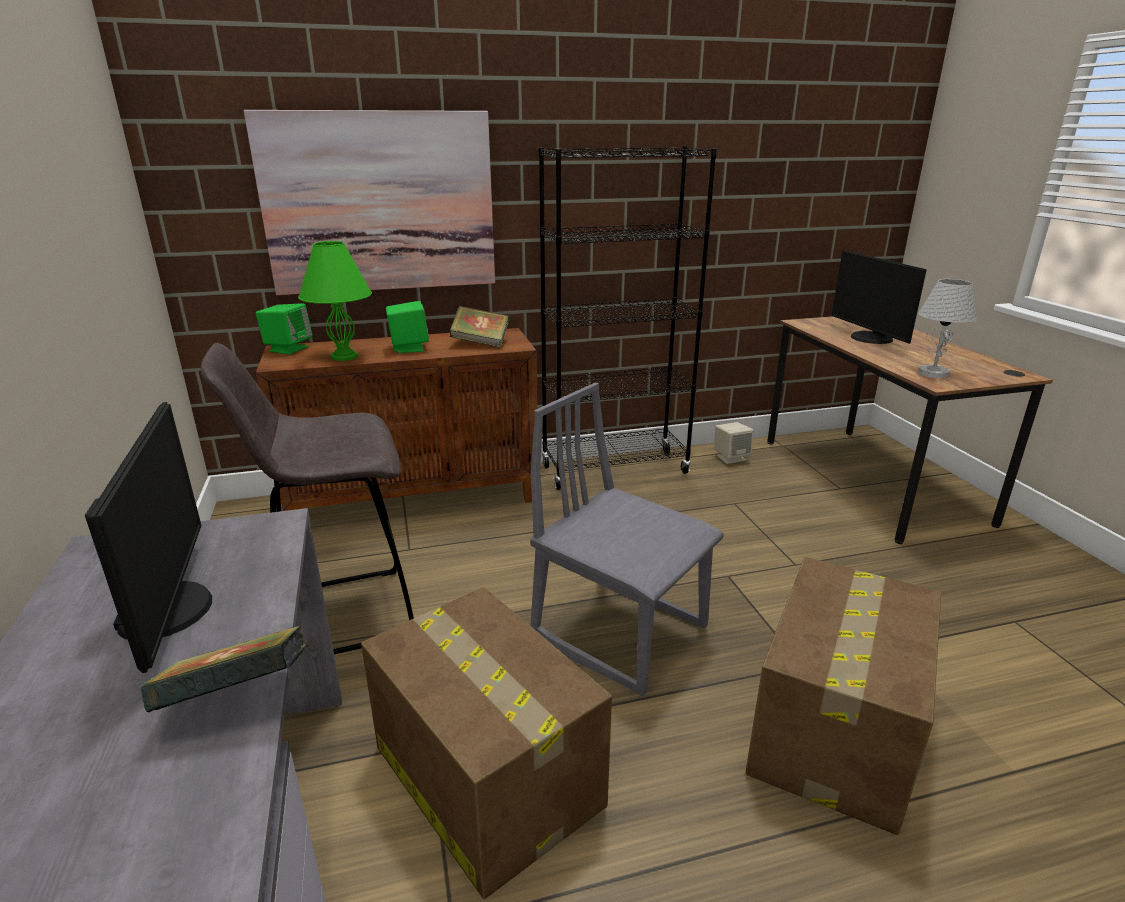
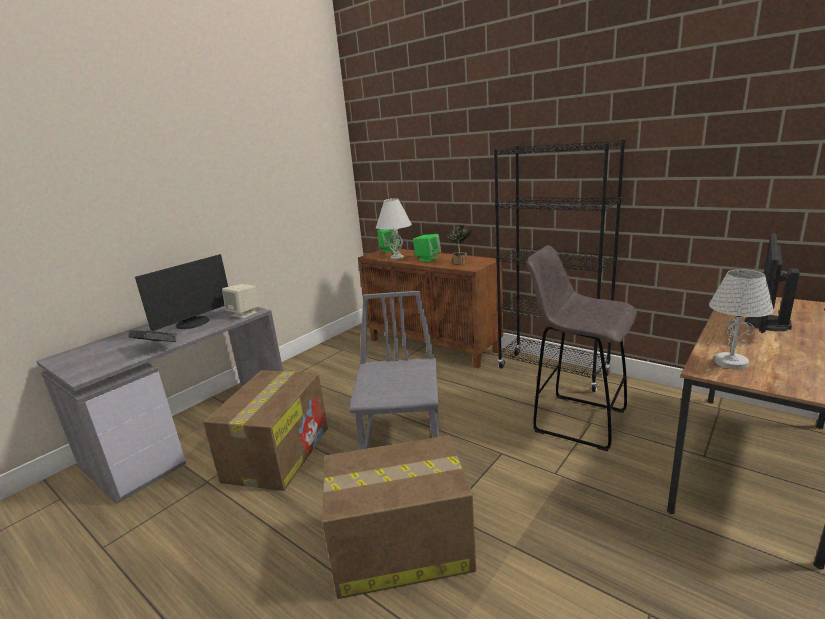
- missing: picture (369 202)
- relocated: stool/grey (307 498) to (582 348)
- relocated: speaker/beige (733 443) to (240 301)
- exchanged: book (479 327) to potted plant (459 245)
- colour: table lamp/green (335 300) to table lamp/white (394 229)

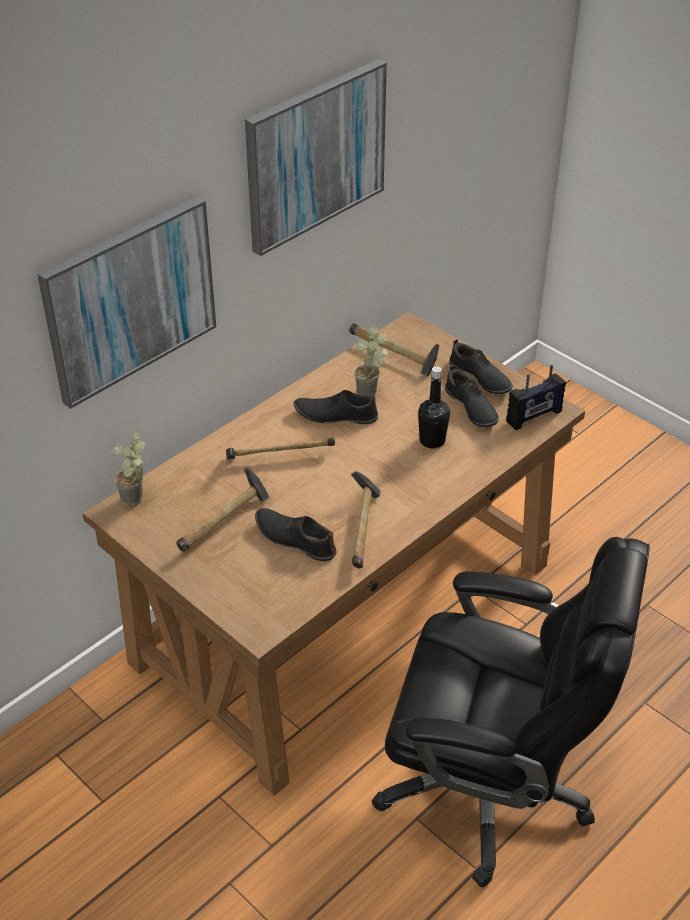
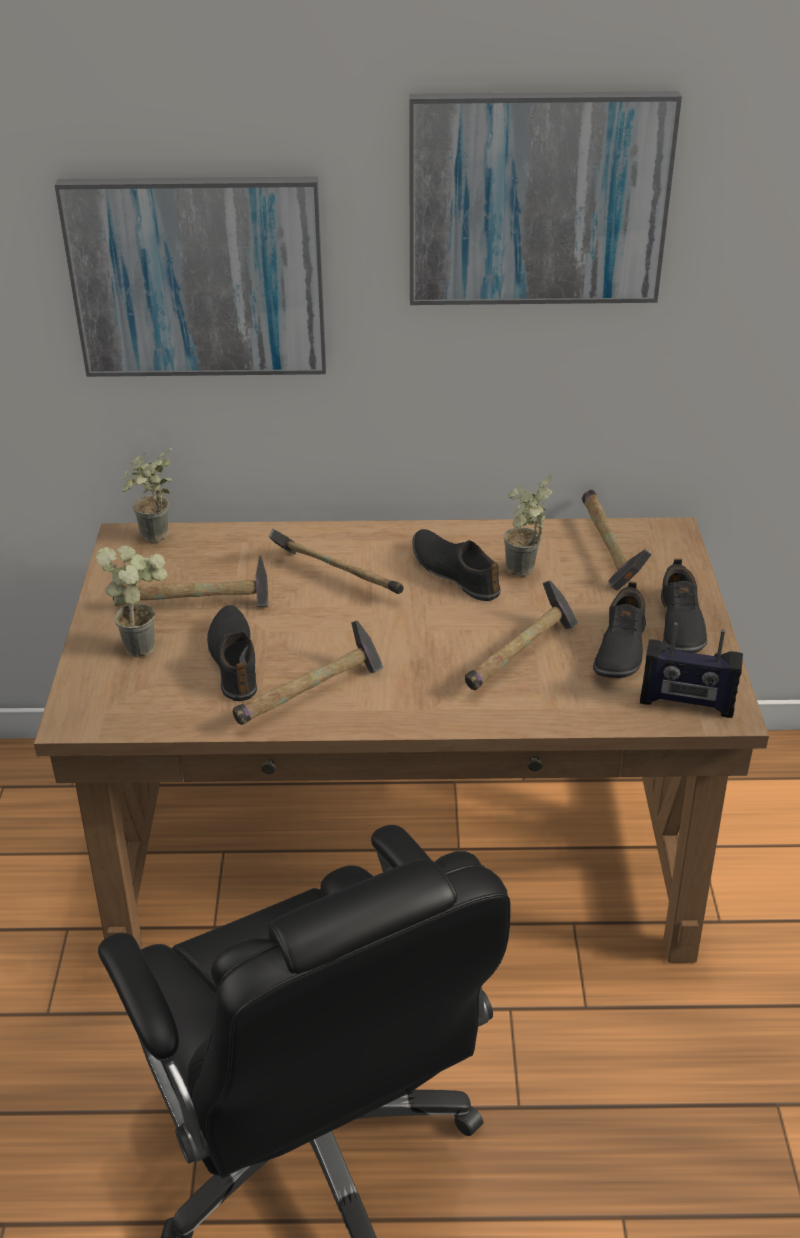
- appeared: potted plant (132 601)
- exchanged: bottle/black (434 407) to hammer (521 635)

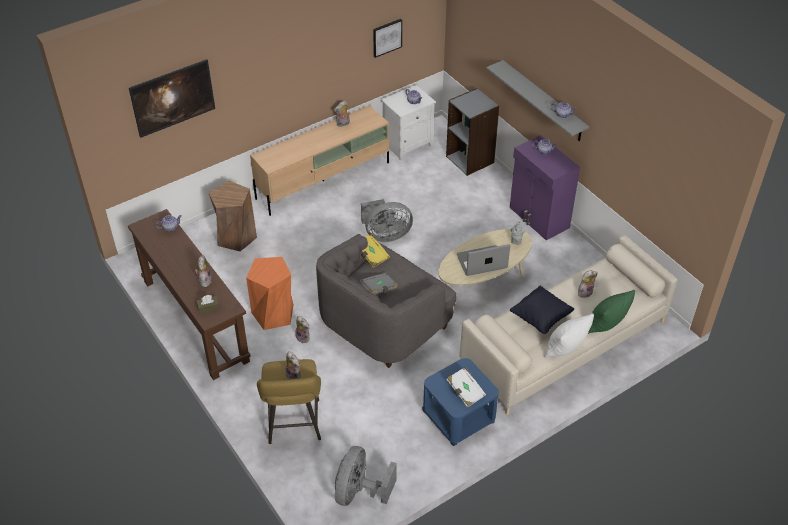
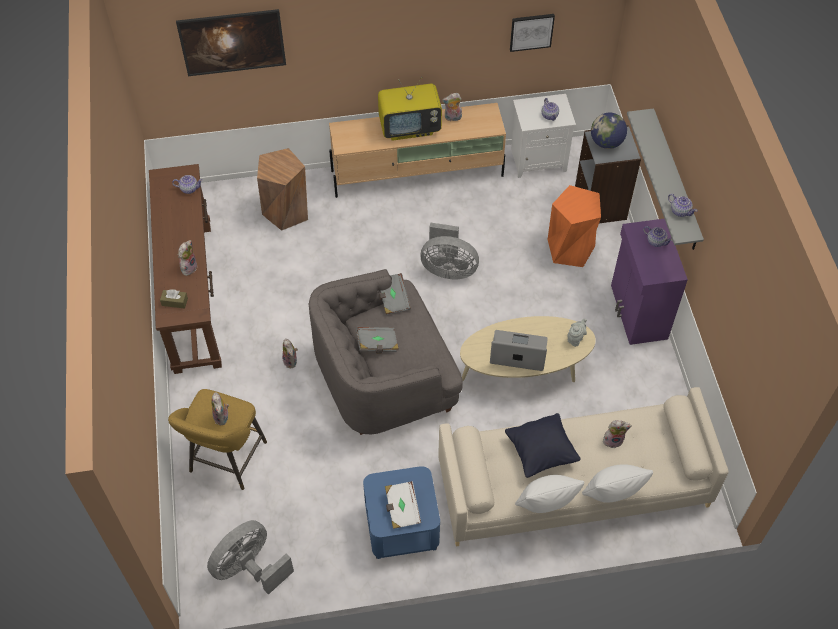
- appeared: television (410 109)
- appeared: globe (609 131)
- relocated: stool/orange (270 293) to (574 226)
- colour: book/yellow (375 251) to book/grey (395 294)
- colour: pillow/green (611 312) to pillow/white (617 483)

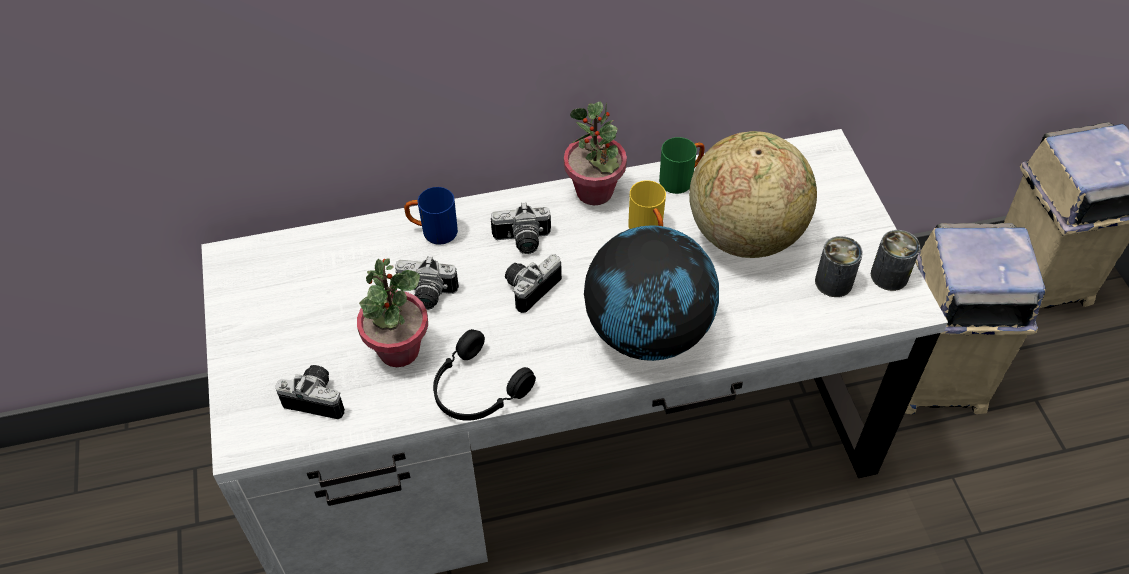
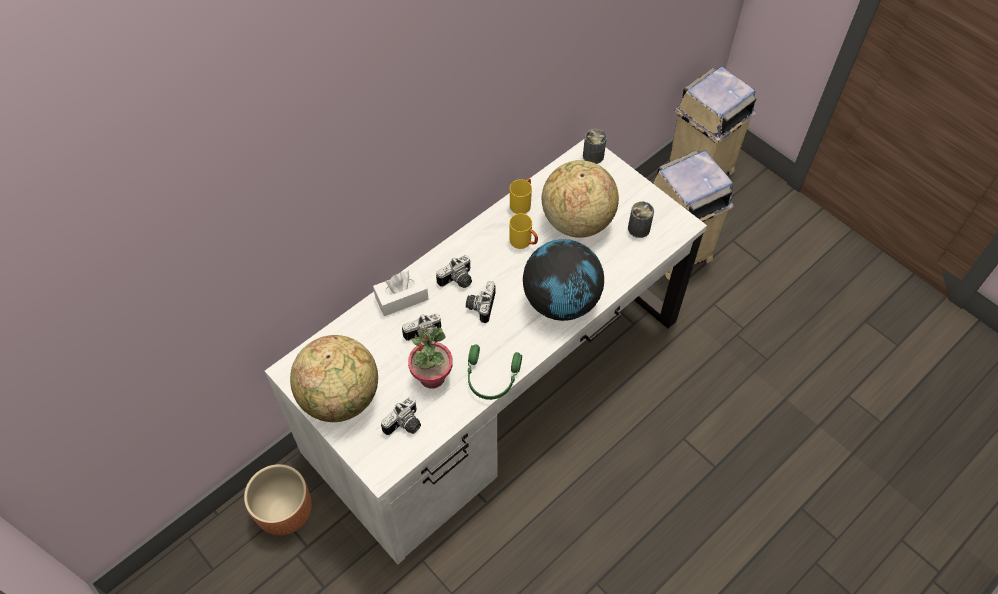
- missing: potted plant (595 153)
- appeared: planter/brown (278 499)
- appeared: globe (334 378)
- relocated: can (895 260) to (595 146)
- exchanged: mug/blue (431 216) to tissue box/white (400 292)
- colour: headphones/black (484 375) to headphones/green (495 372)
- colour: mug/green (682 165) to mug/yellow (521 196)
- spun: photo camera (310 392) = (401 416) 150 degrees clockwise

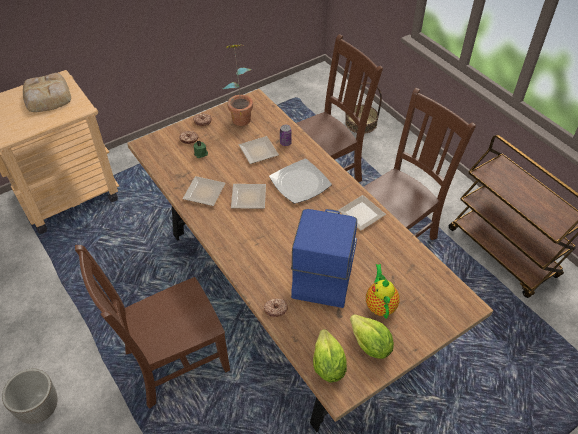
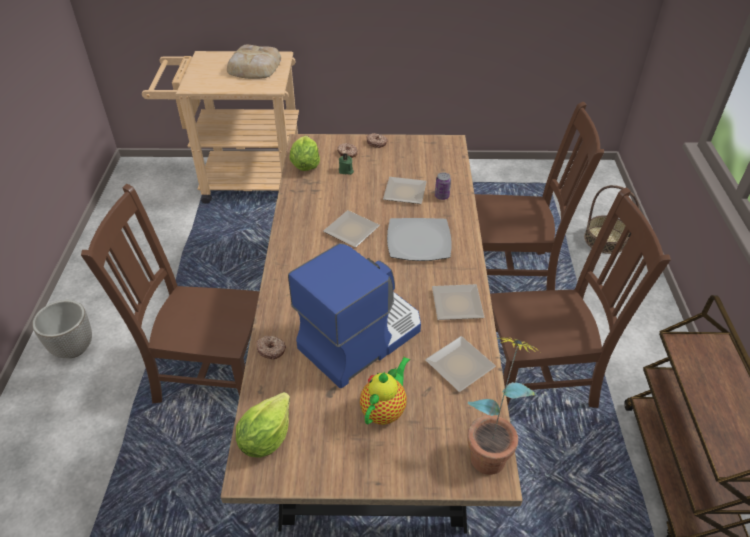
- relocated: plate (204 191) to (460 364)
- relocated: potted plant (237 85) to (504 406)
- relocated: lettuce (372 336) to (305 153)

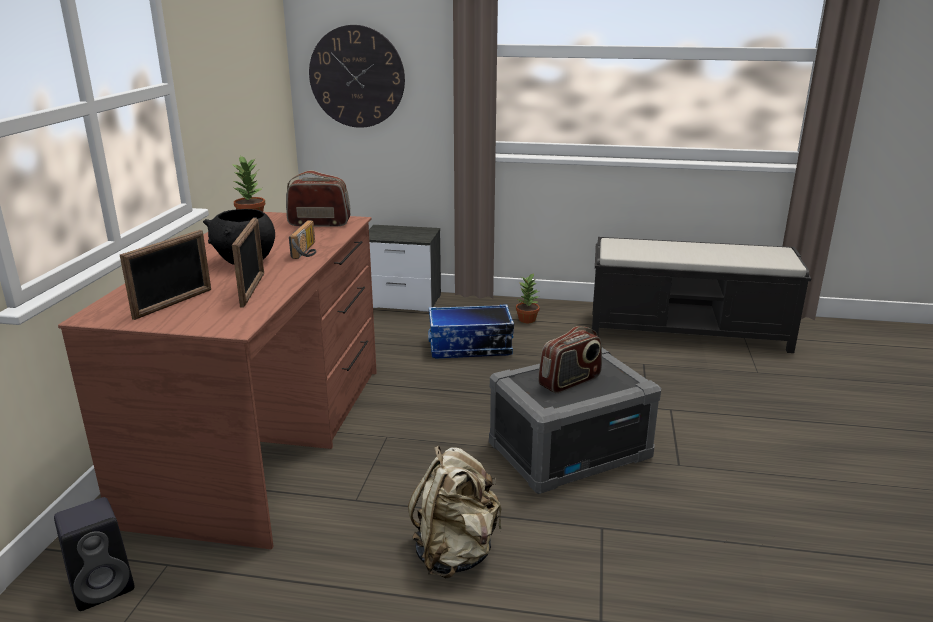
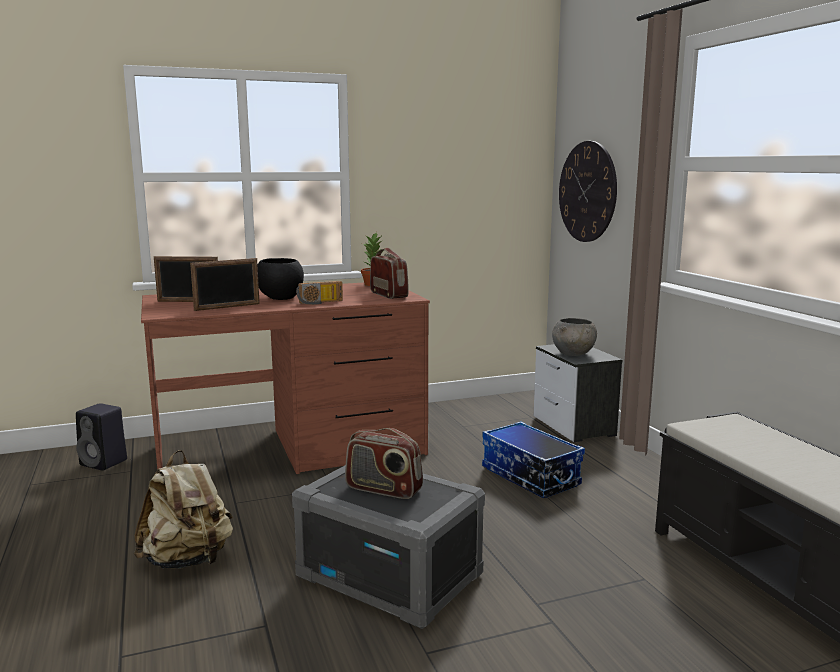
- missing: potted plant (528 298)
- appeared: bowl/grey (574 337)

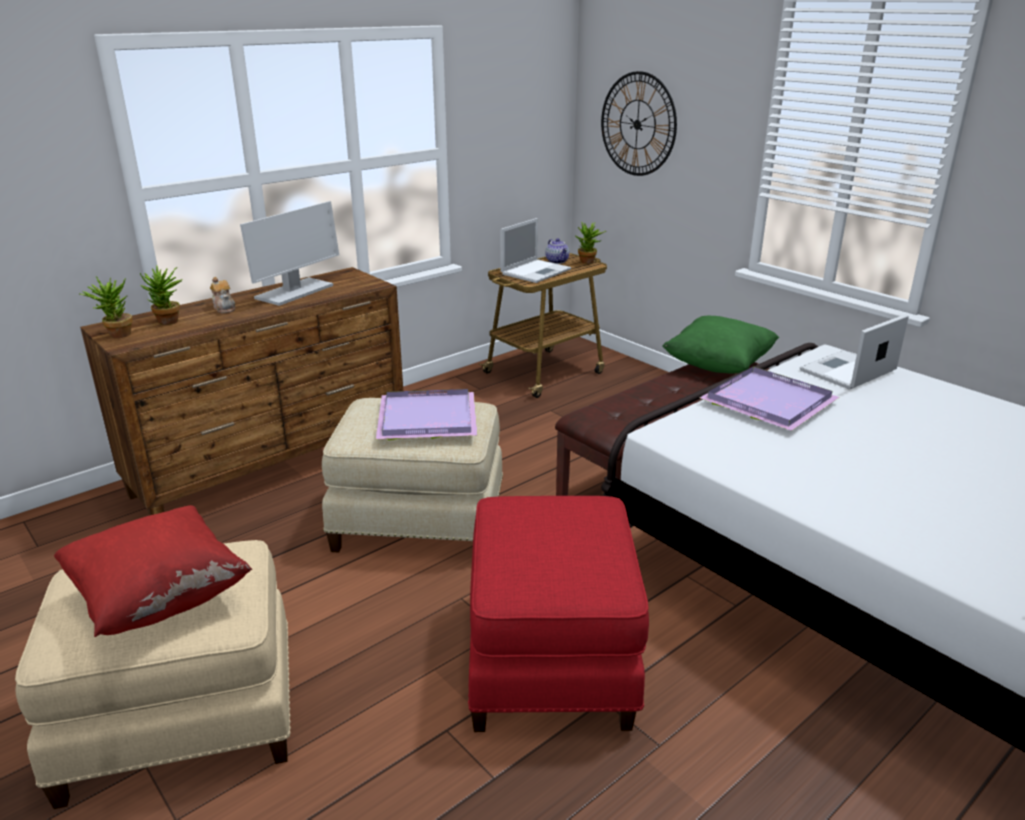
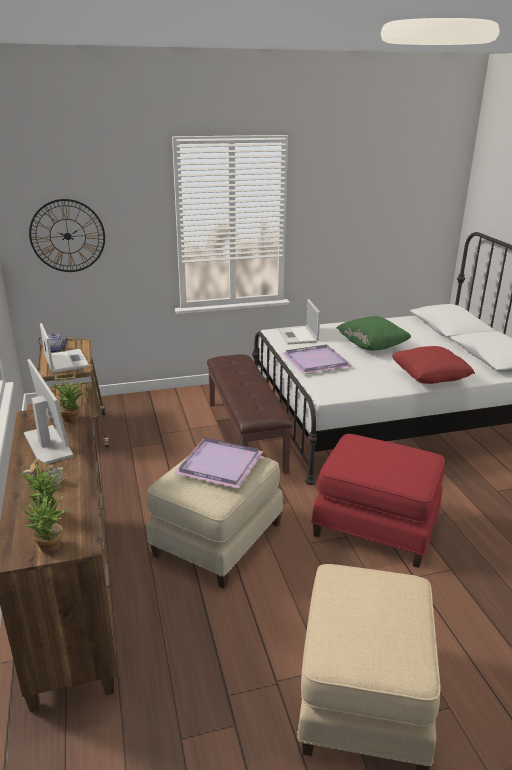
- relocated: pillow/red (153 571) to (433 365)
- relocated: potted plant (590 242) to (70 400)
- relocated: pillow/green (720 345) to (374 333)

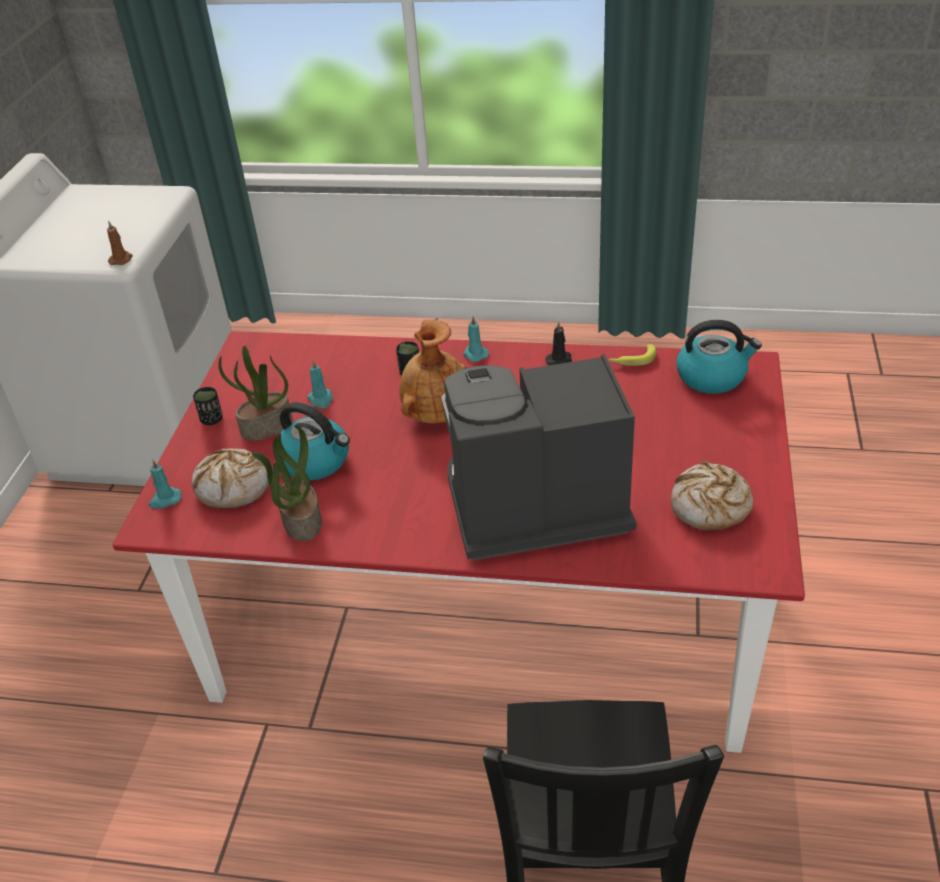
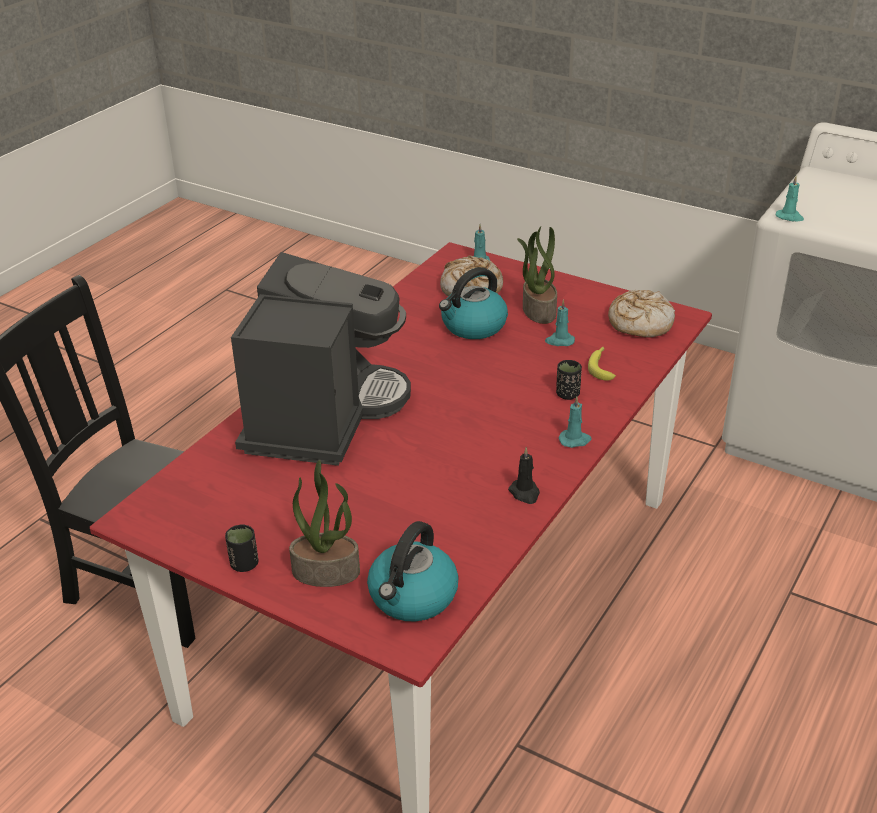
- missing: vase/brown (433 371)
- relocated: cup/black (208 406) to (241 548)
- relocated: potted plant (287 483) to (324 523)
- relocated: banana (632 355) to (602 363)
- relocated: bread (712 495) to (641 314)
- colour: candle/brown (120 242) to candle/turquoise (790 198)

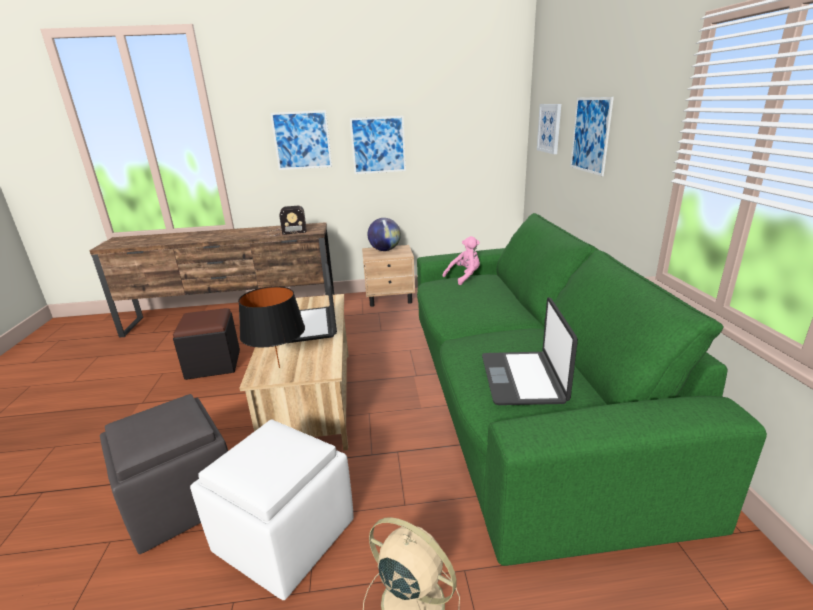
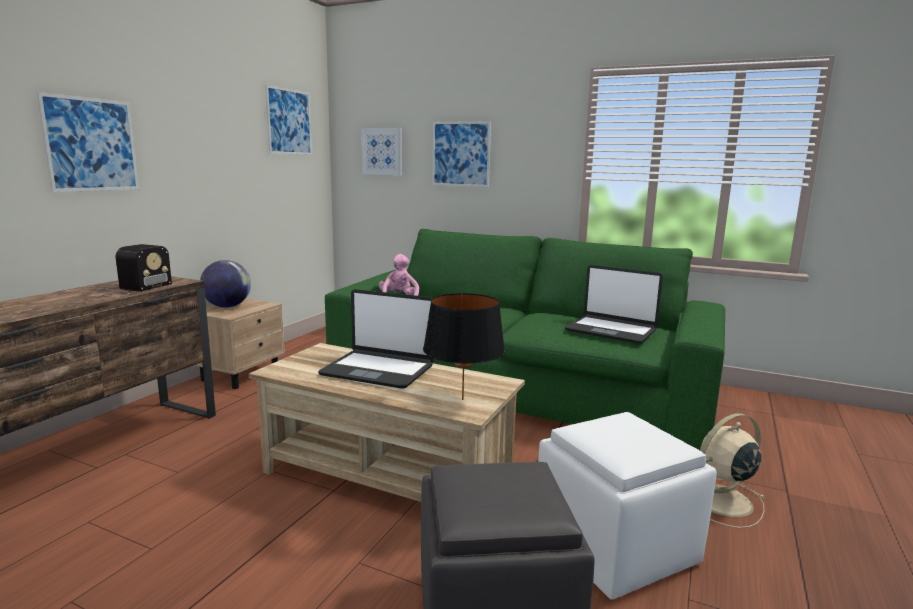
- missing: ottoman/black (206 344)
- relocated: picture (378 145) to (288 120)

